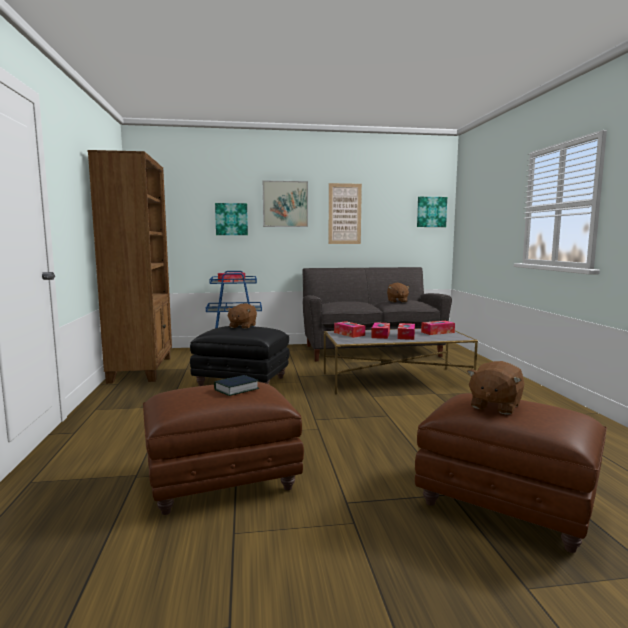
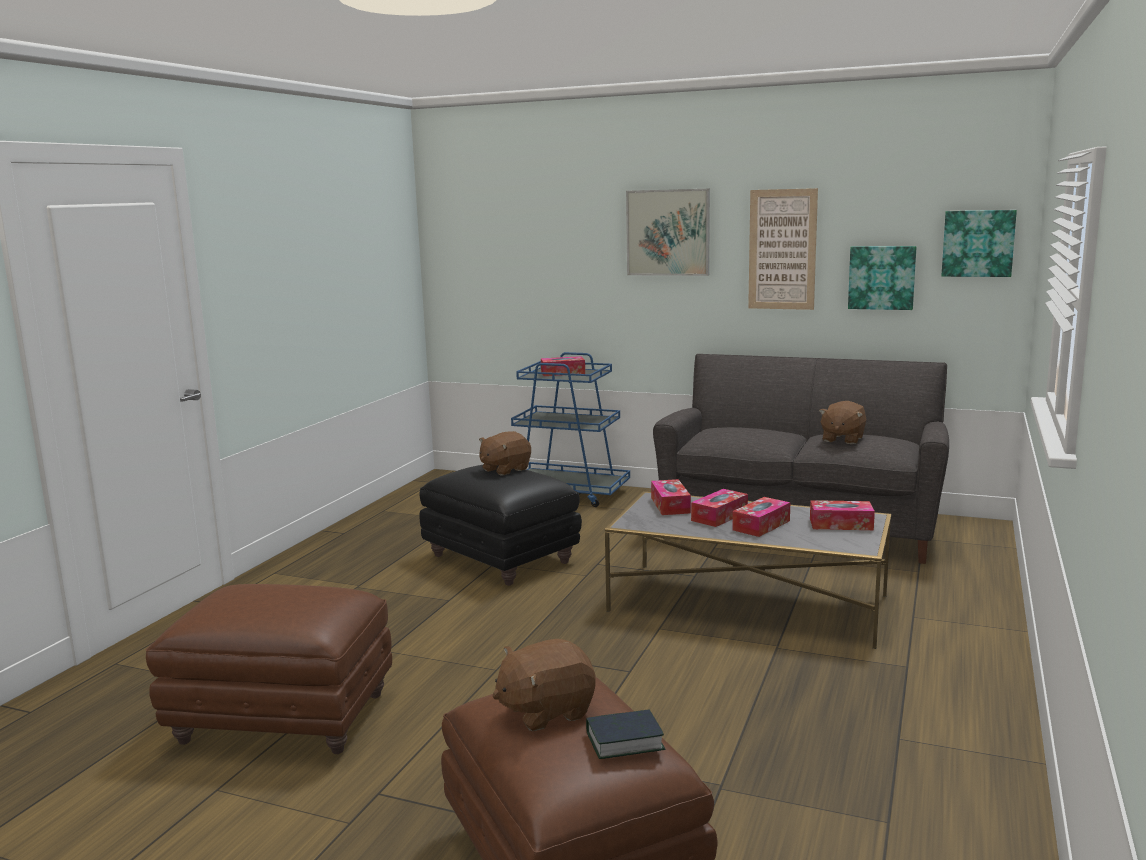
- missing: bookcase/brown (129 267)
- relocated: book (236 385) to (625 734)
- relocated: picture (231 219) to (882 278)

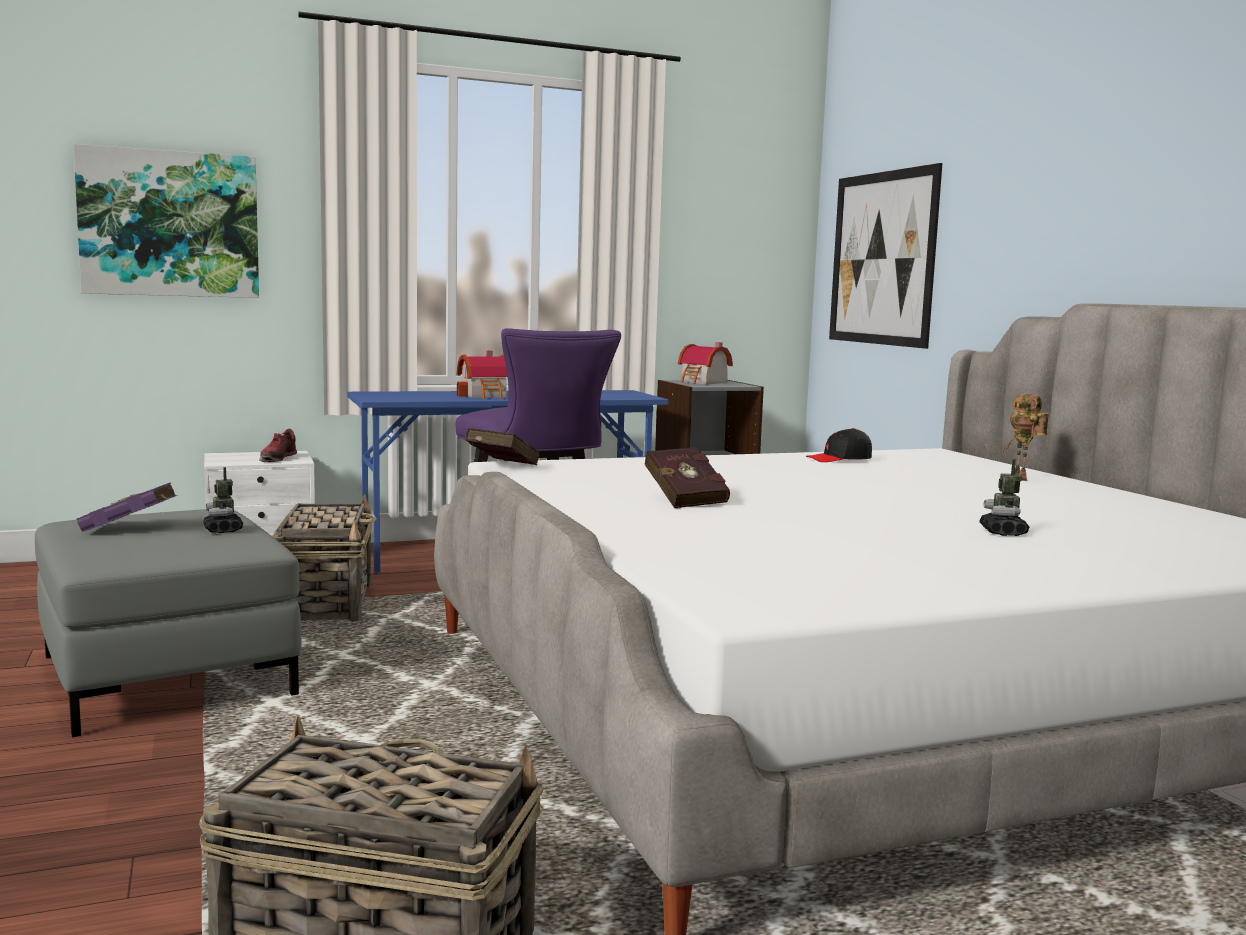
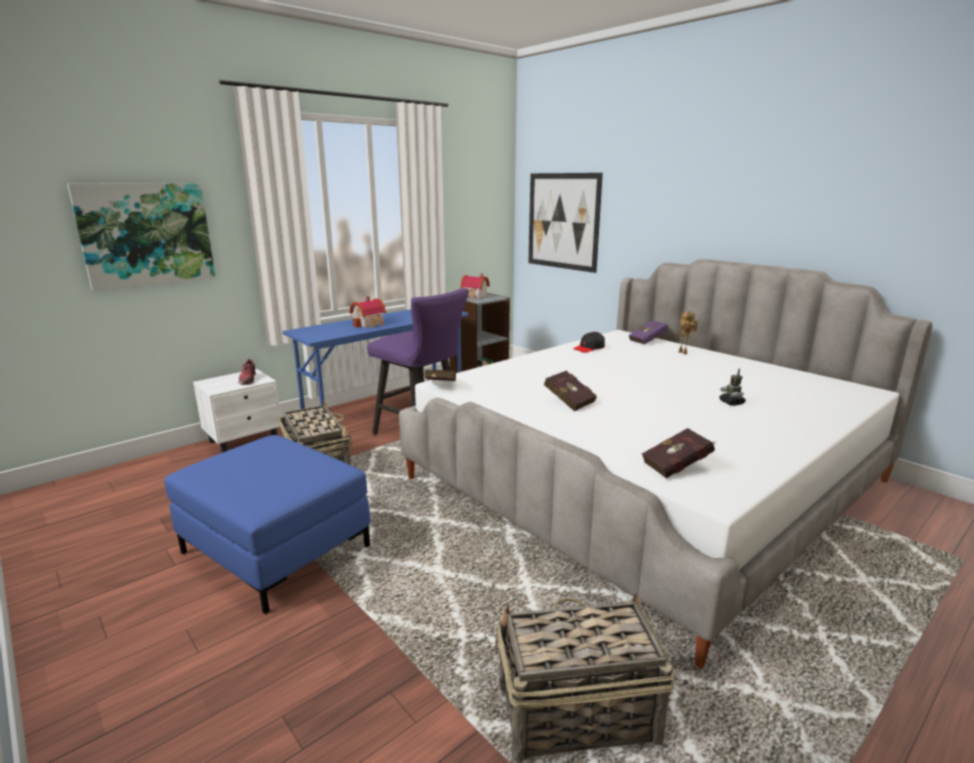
- missing: toy robot (223 500)
- appeared: book/red (679 453)
- relocated: book/purple (127 507) to (648 333)
- colour: ottoman/grey (168 623) to ottoman/blue (267 524)

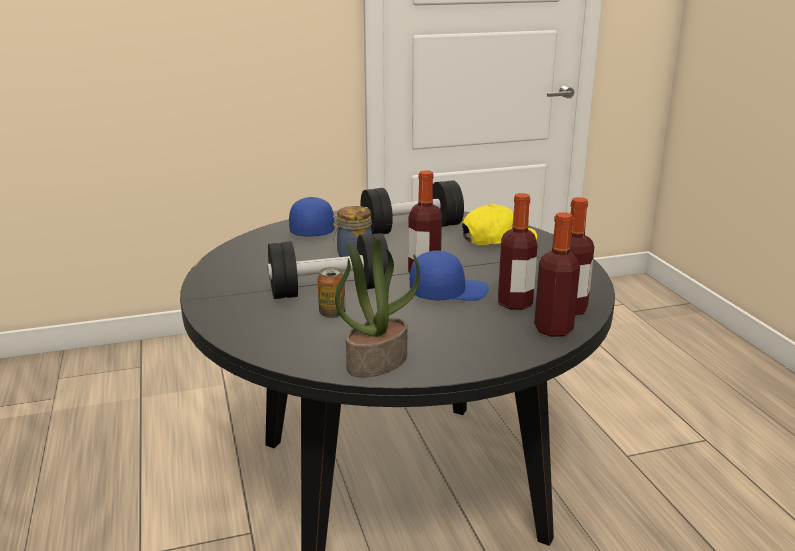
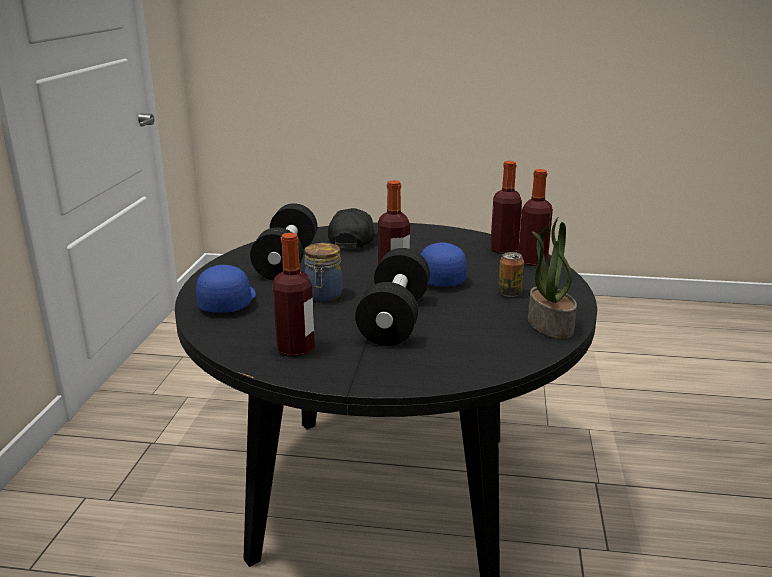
- relocated: can (331 292) to (511 274)
- relocated: bottle (518 251) to (293 295)
- colour: cap/yellow (499 224) to cap/black (353 228)
- spun: cap/blue (312 217) = (226 289) 75 degrees clockwise

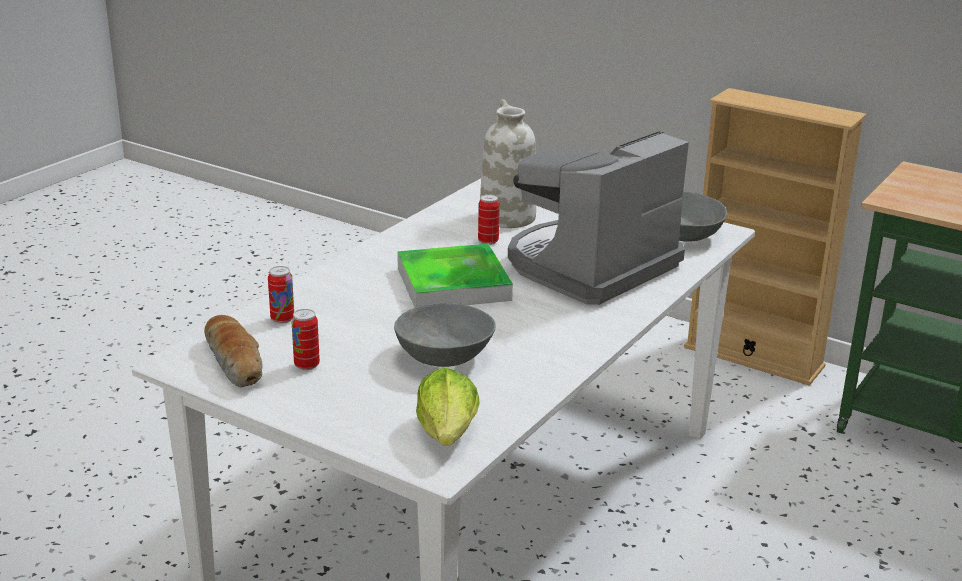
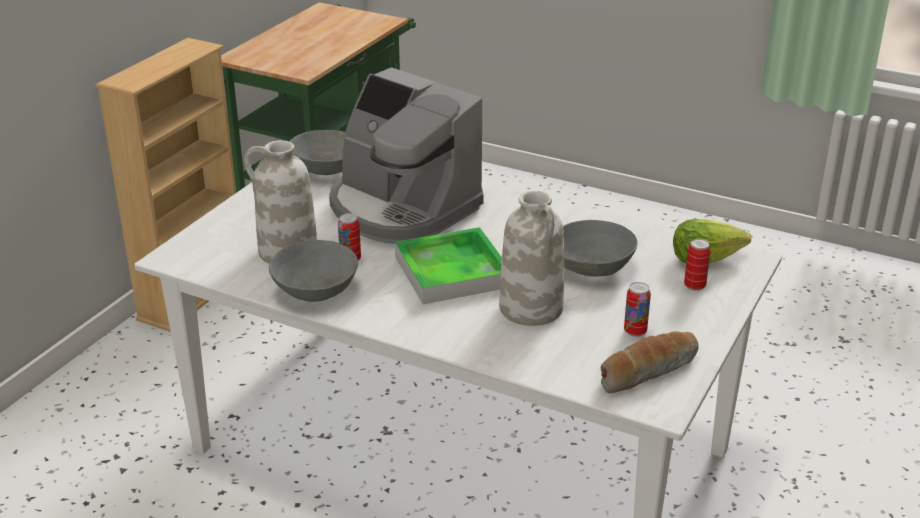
- appeared: bowl/grey (313 271)
- appeared: vase/white (531 258)
- relocated: can (281 295) to (697 265)

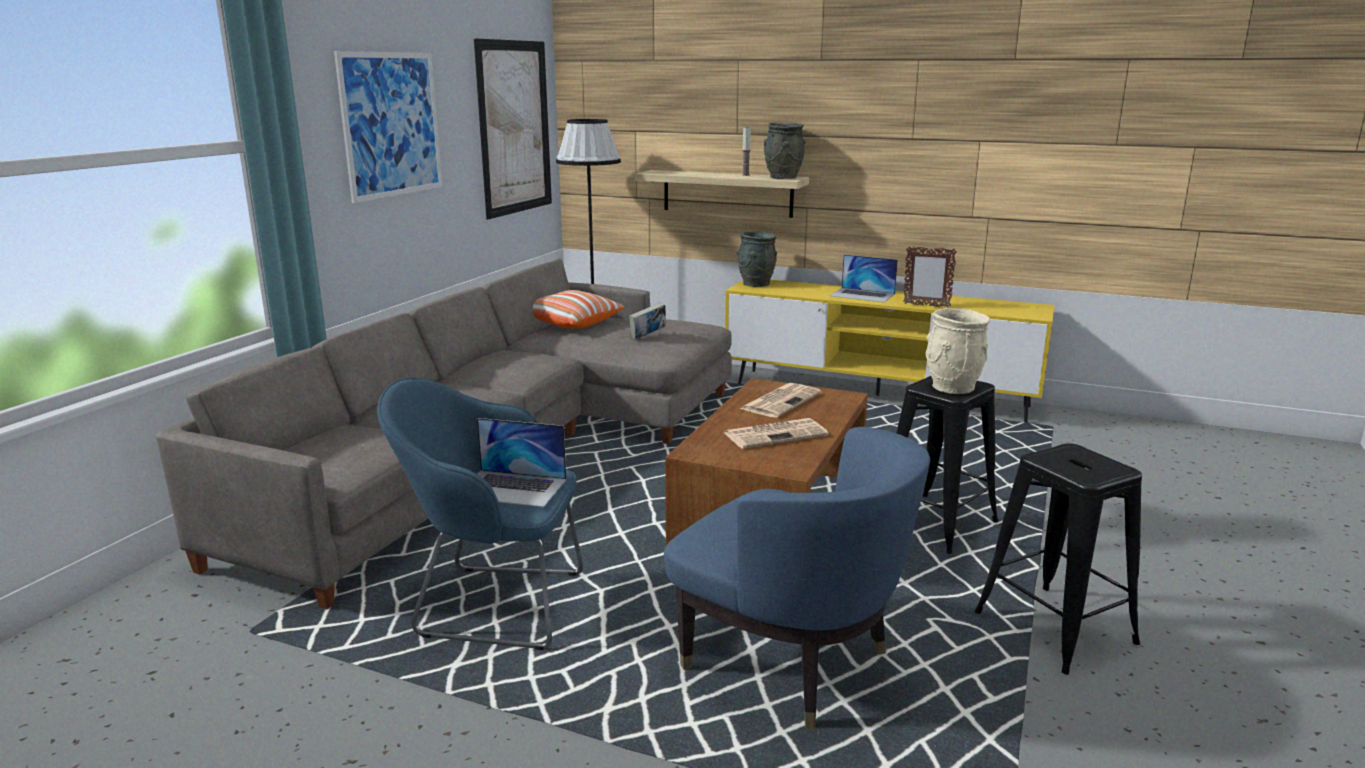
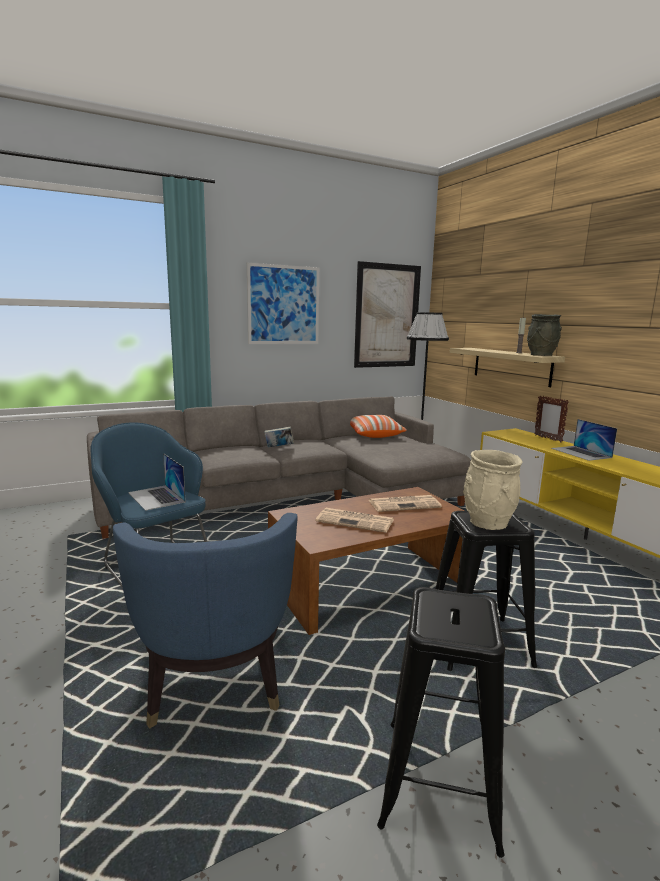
- missing: vase/grey (756 259)
- relocated: book (647 321) to (279 437)
- relocated: picture frame (930 277) to (551 419)

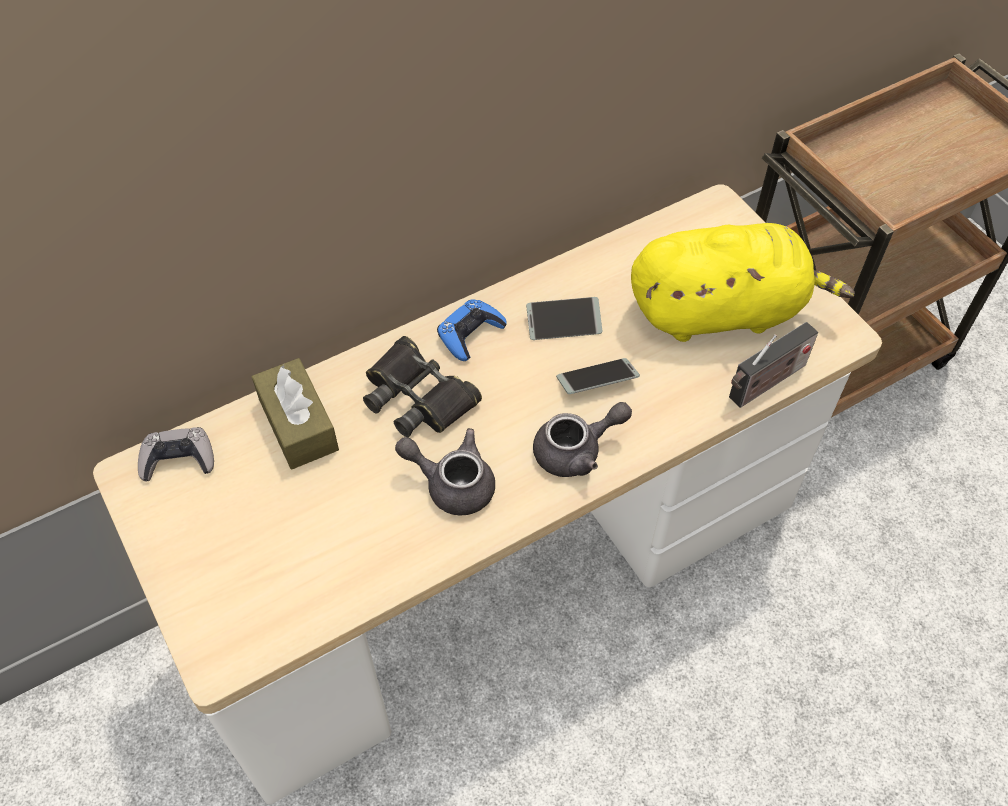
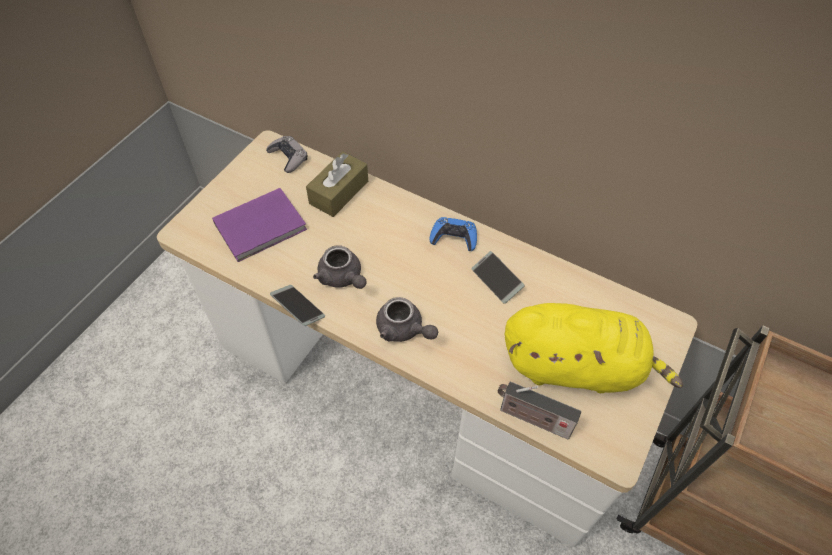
- missing: binoculars/black (422 386)
- appeared: book/purple (259 225)
- relocated: phone (598 376) to (297 305)
- spun: teapot/grey (445 472) = (339 267) 150 degrees clockwise
- spun: plush toy/yellow (743 282) = (594 348) 45 degrees counterclockwise

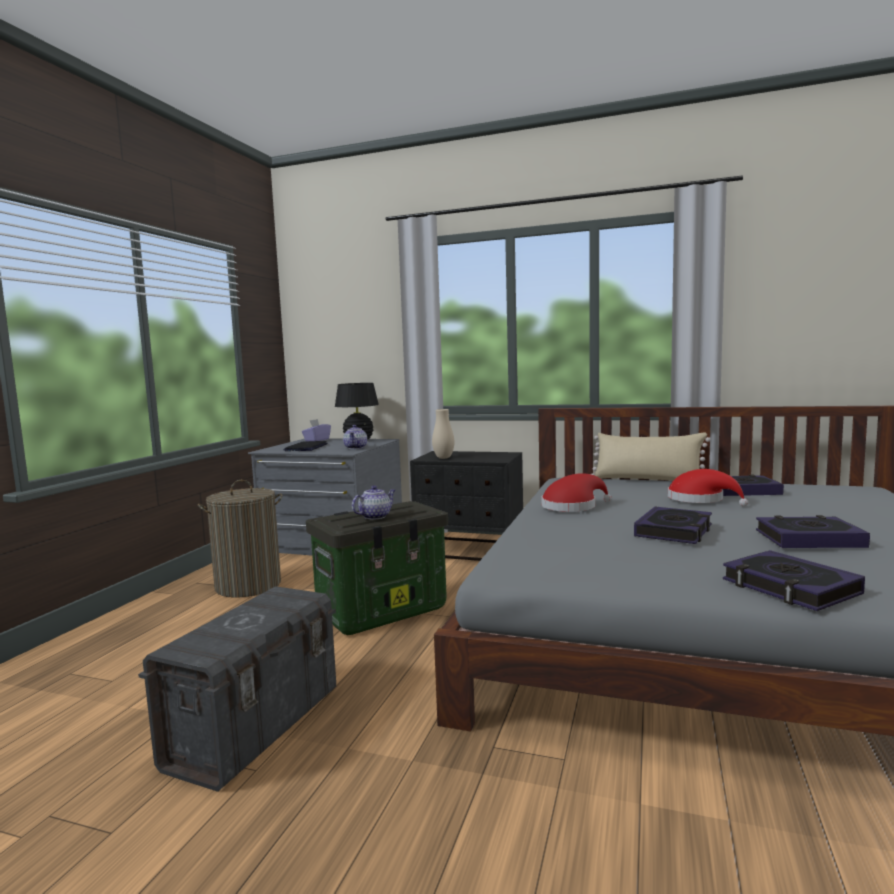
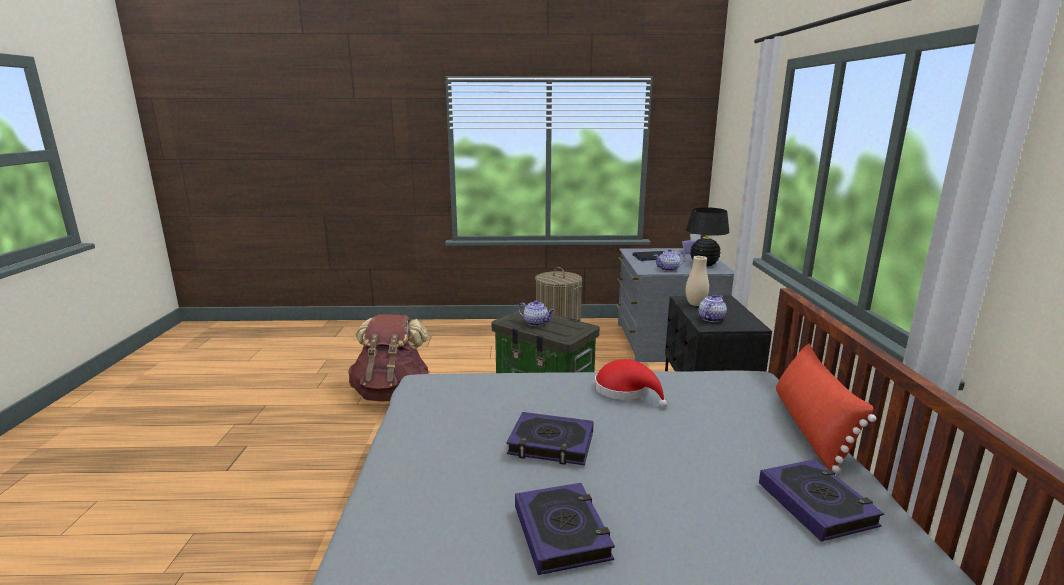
- missing: hat/red (708 487)
- missing: book (794 580)
- appeared: teapot (713 308)
- exchanged: storage box/grey (237 689) to backpack/brown (389 358)
- colour: pillow/beige (650 457) to pillow/red (826 408)

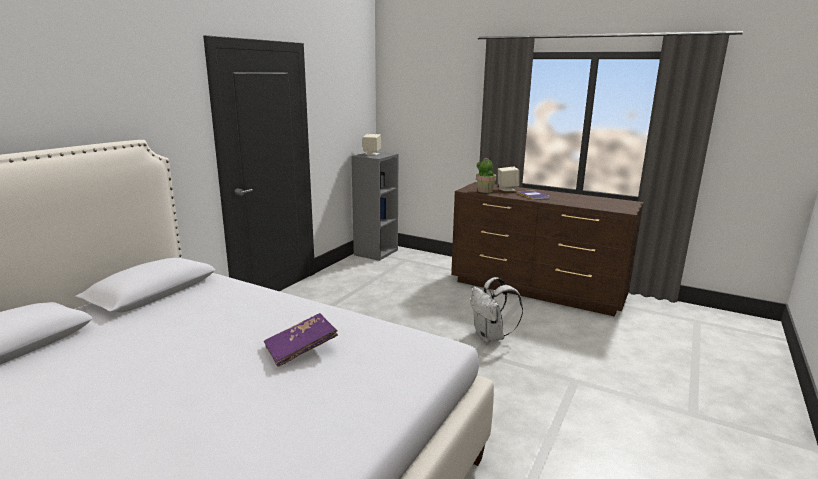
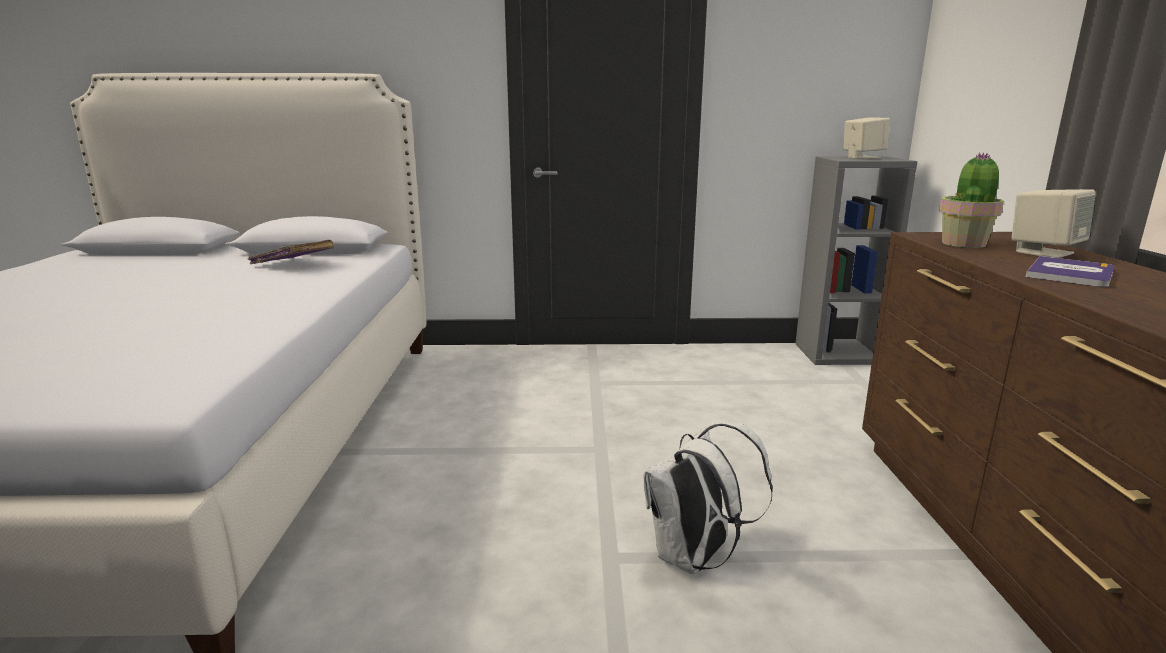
- relocated: book/purple (301 340) to (291 251)

